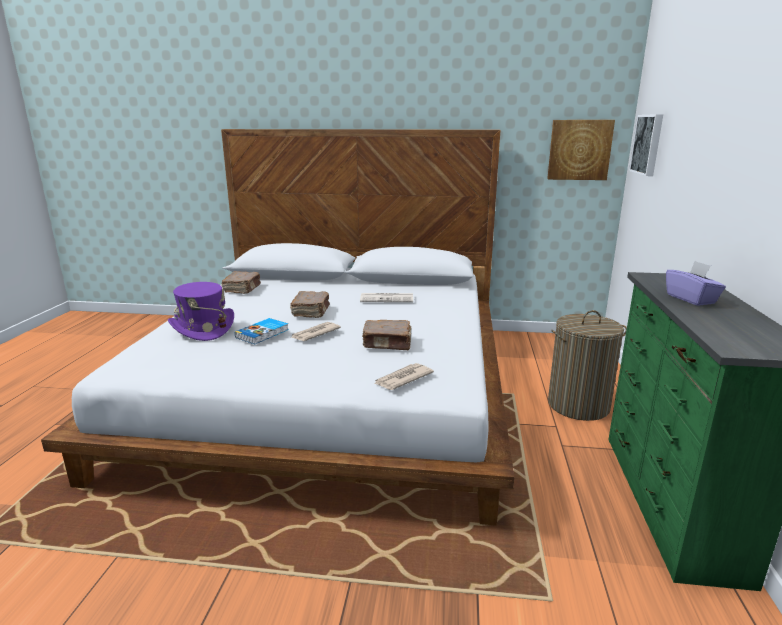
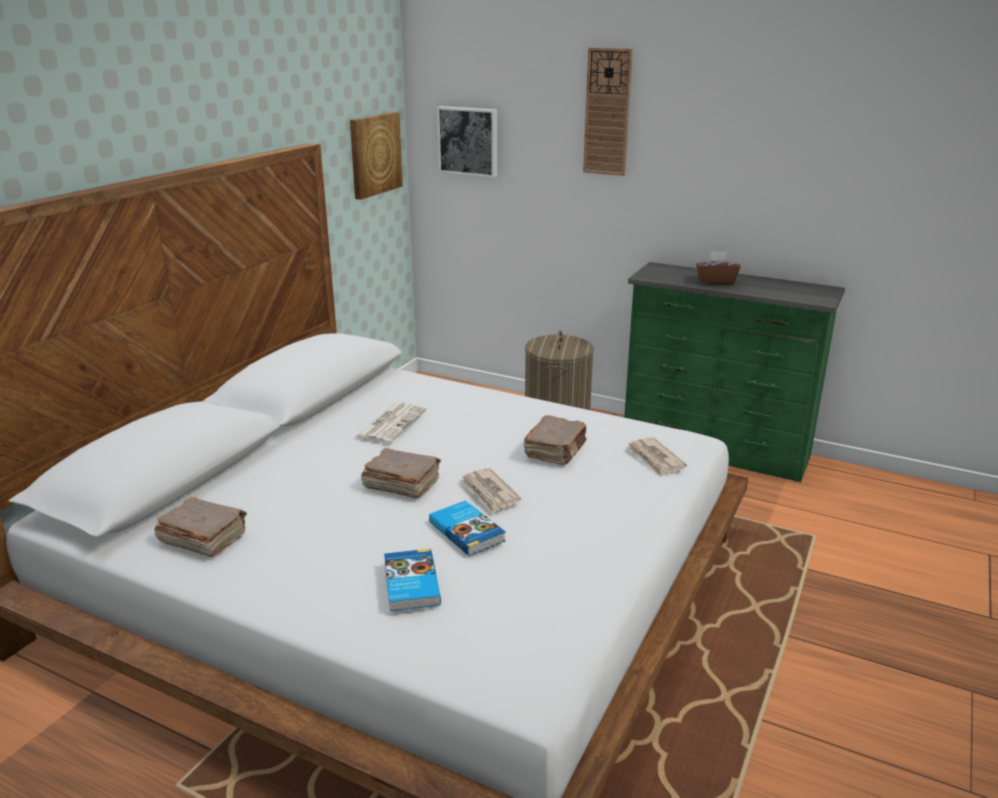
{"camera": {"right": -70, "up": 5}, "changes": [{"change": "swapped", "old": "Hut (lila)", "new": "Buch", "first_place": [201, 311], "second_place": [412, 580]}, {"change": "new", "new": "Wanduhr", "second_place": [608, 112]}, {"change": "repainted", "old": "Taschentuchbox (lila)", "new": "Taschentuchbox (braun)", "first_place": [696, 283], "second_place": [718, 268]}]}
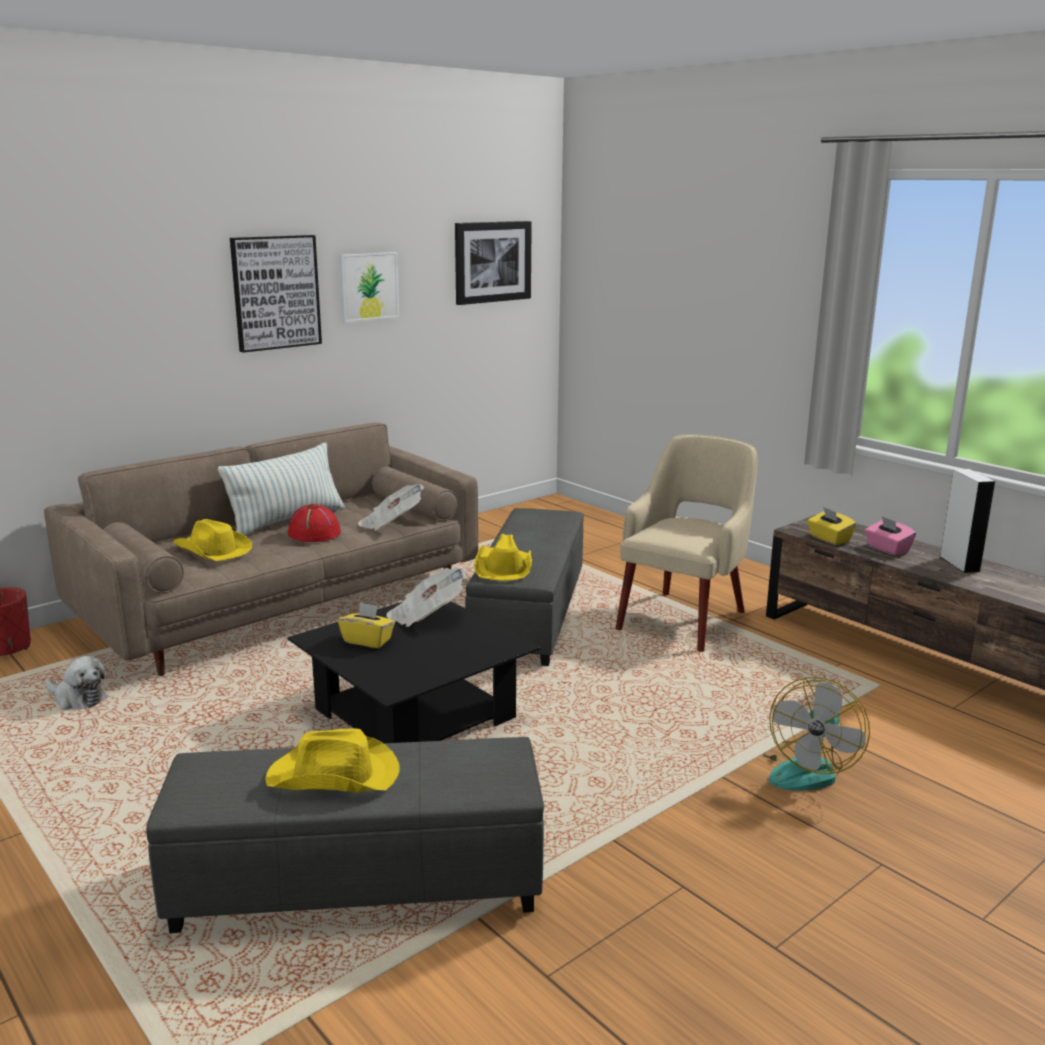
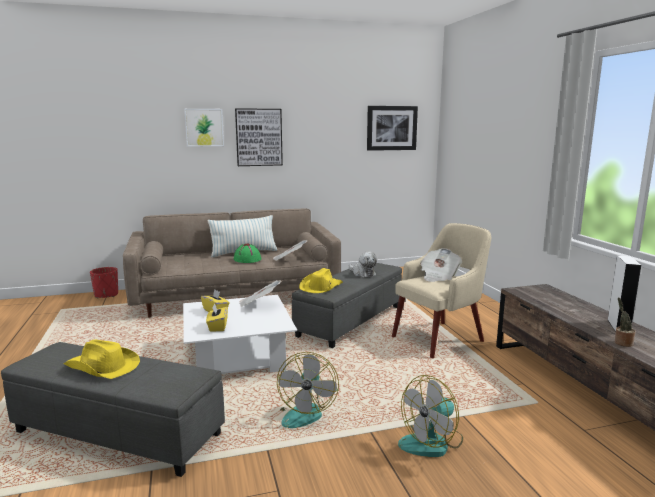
{"camera": {"right": 25, "up": -5}, "changes": [{"change": "repainted", "old": "Couchtisch (schwarz)", "new": "Couchtisch (weiß)", "first_place": [413, 672], "second_place": [240, 334]}, {"change": "shifted", "old": "Bild", "first_place": [369, 287], "second_place": [204, 128]}, {"change": "shifted", "old": "Taschentuchbox (gelb)", "first_place": [831, 526], "second_place": [217, 318]}, {"change": "repainted", "old": "Hut (rot)", "new": "Hut (grün)", "first_place": [314, 523], "second_place": [248, 253]}, {"change": "new", "new": "Ventilator", "second_place": [308, 390]}, {"change": "shifted", "old": "Plüschtier", "first_place": [76, 683], "second_place": [363, 264]}, {"change": "new", "new": "Zeitung", "second_place": [441, 265]}, {"change": "new", "new": "Topfpflanze", "second_place": [625, 322]}, {"change": "gone", "old": "Hut (gelb)", "first_place": [212, 540]}, {"change": "gone", "old": "Taschentuchbox (rosa)", "first_place": [890, 536]}]}
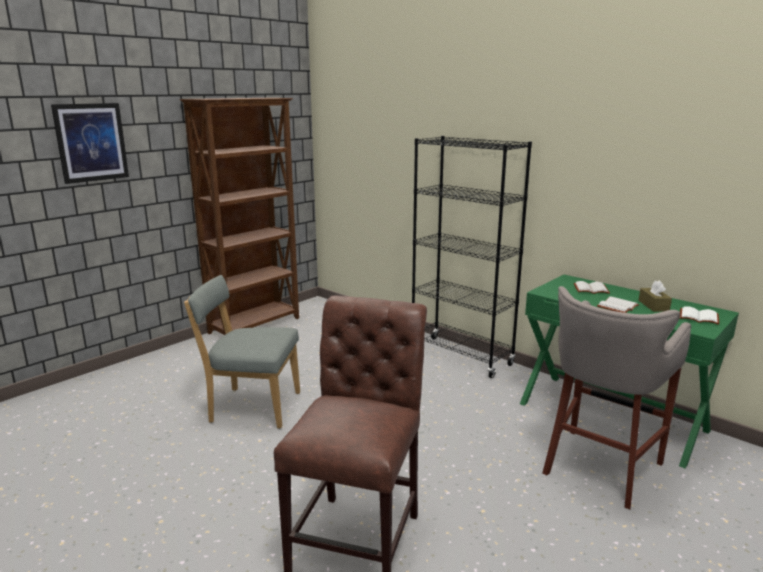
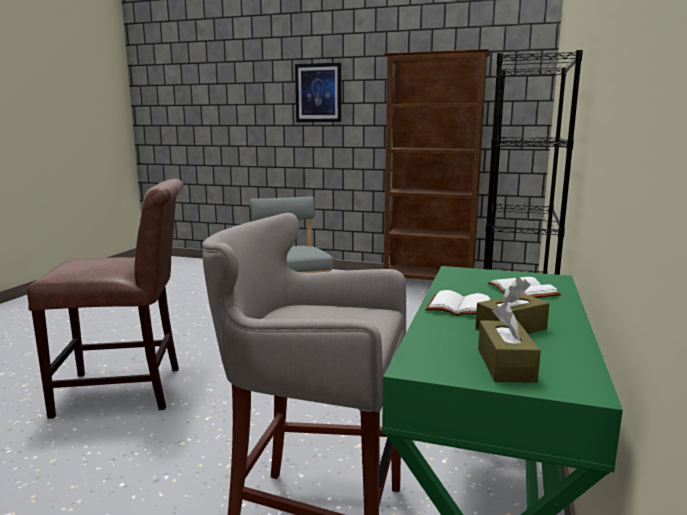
{"camera": {"right": 65, "up": -5}, "changes": [{"change": "swapped", "old": "Buch (weiß)", "new": "Taschentuchbox (braun)", "first_place": [699, 315], "second_place": [509, 343]}]}
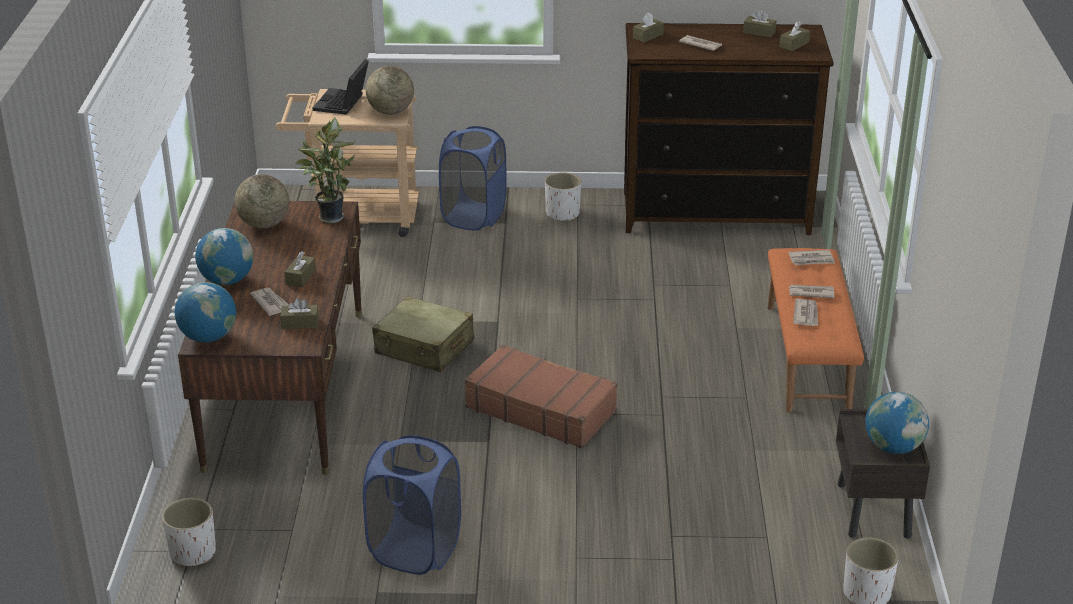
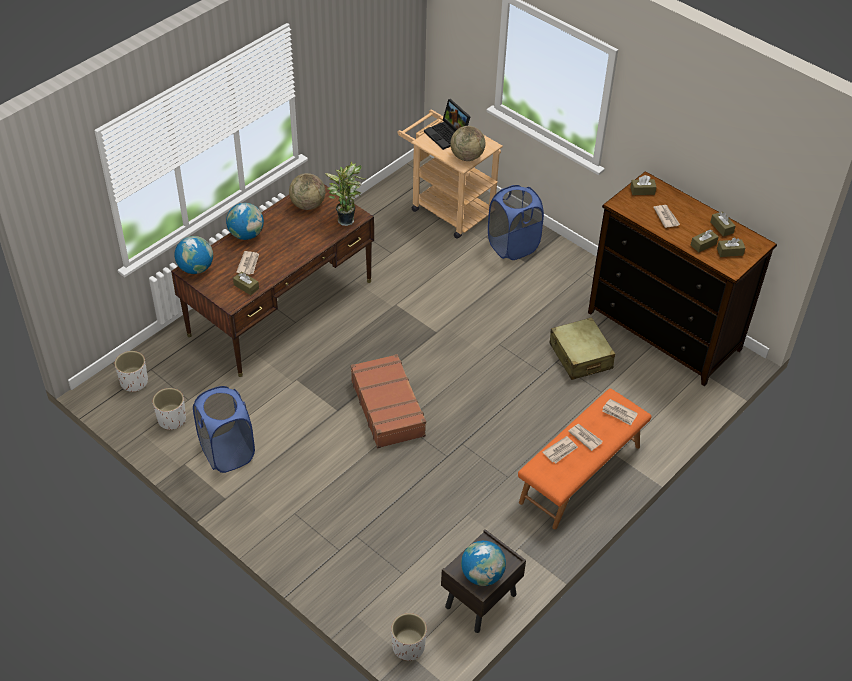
{"camera": {"right": 40, "up": 15}, "changes": [{"change": "shifted", "old": "Pflanzkübel (weiß)", "first_place": [563, 196], "second_place": [169, 409]}, {"change": "rotated", "old": "Laptop", "first_place": [341, 87], "second_place": [447, 124], "degrees": -90}, {"change": "shifted", "old": "Koffer (beige)", "first_place": [423, 334], "second_place": [582, 348]}, {"change": "shifted", "old": "Taschentuchbox (braun)", "first_place": [300, 269], "second_place": [704, 241]}]}
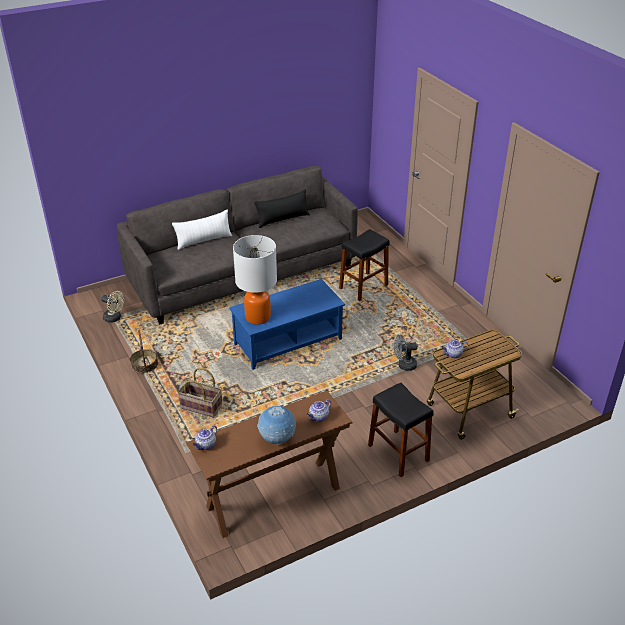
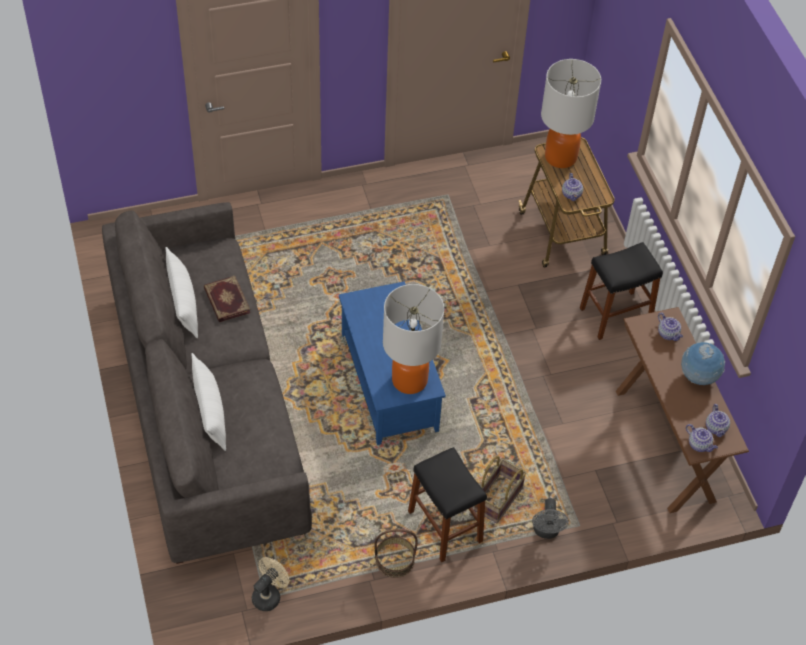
{"camera": {"right": -80, "up": 15}, "changes": [{"change": "repainted", "old": "Kissen (schwarz)", "new": "Kissen (weiß)", "first_place": [281, 208], "second_place": [182, 292]}, {"change": "new", "new": "Buch", "second_place": [227, 299]}, {"change": "shifted", "old": "Hocker (schwarz)", "first_place": [364, 265], "second_place": [447, 505]}, {"change": "shifted", "old": "Ventilator (grau)", "first_place": [406, 353], "second_place": [550, 518]}, {"change": "new", "new": "Tischlampe", "second_place": [571, 113]}, {"change": "new", "new": "Teekanne", "second_place": [718, 420]}]}
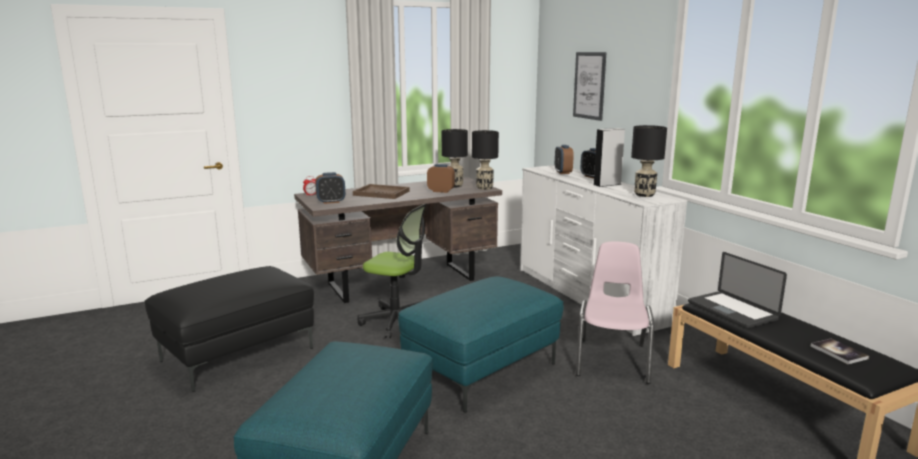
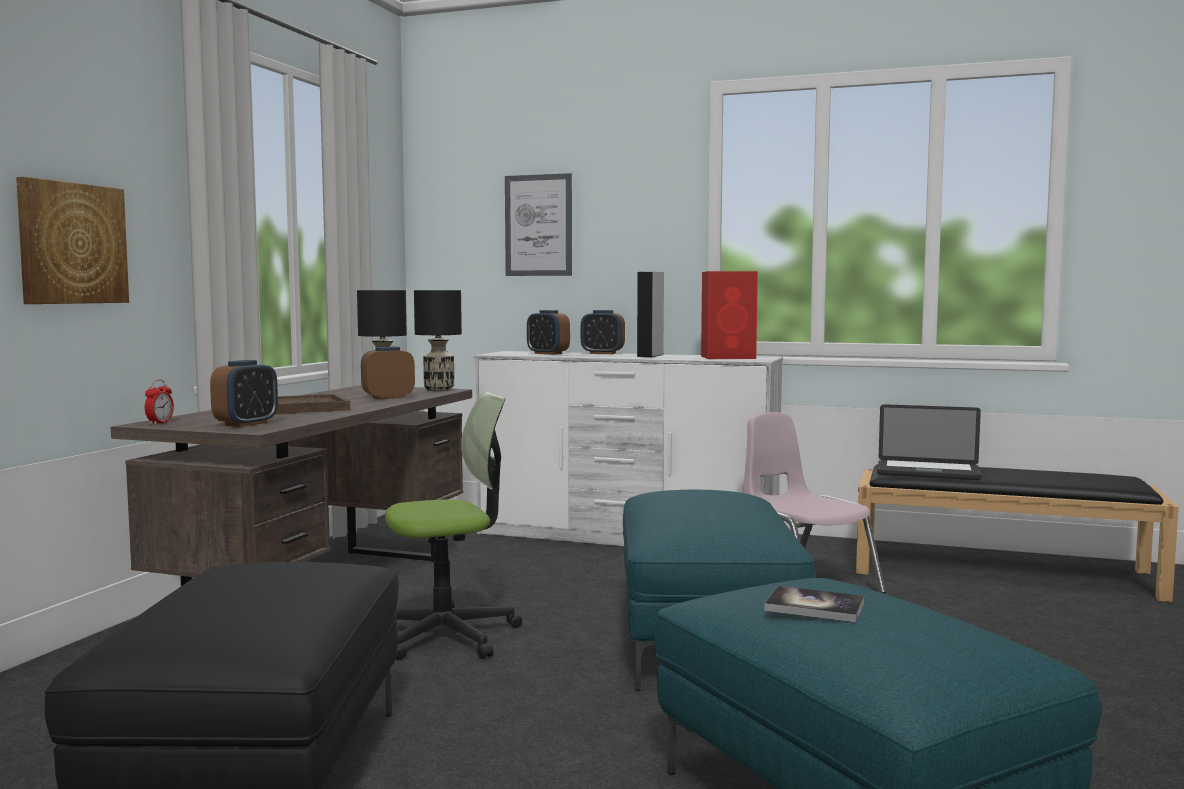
{"camera": {"right": -45, "up": -10}, "changes": [{"change": "new", "new": "Bild", "second_place": [72, 240]}, {"change": "swapped", "old": "Tischlampe (schwarz)", "new": "Lautsprecher (rot)", "first_place": [649, 161], "second_place": [729, 315]}, {"change": "shifted", "old": "Buch", "first_place": [840, 351], "second_place": [814, 604]}]}
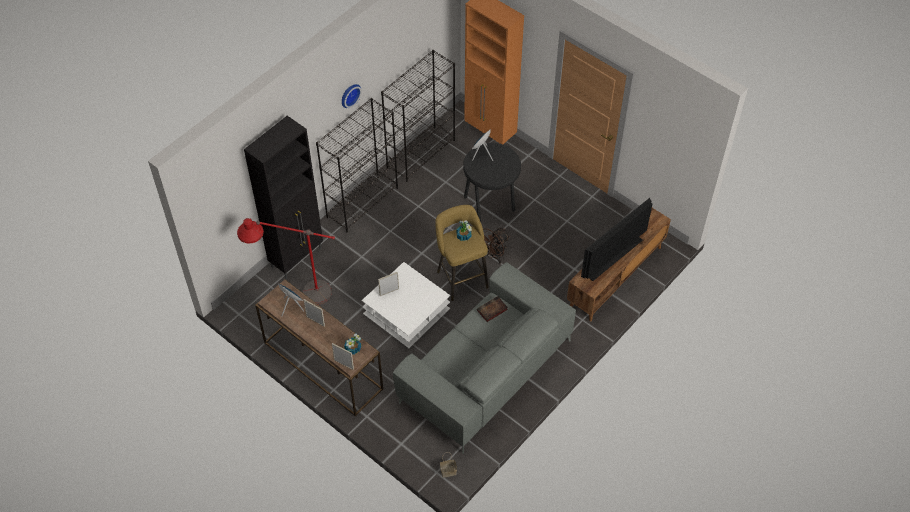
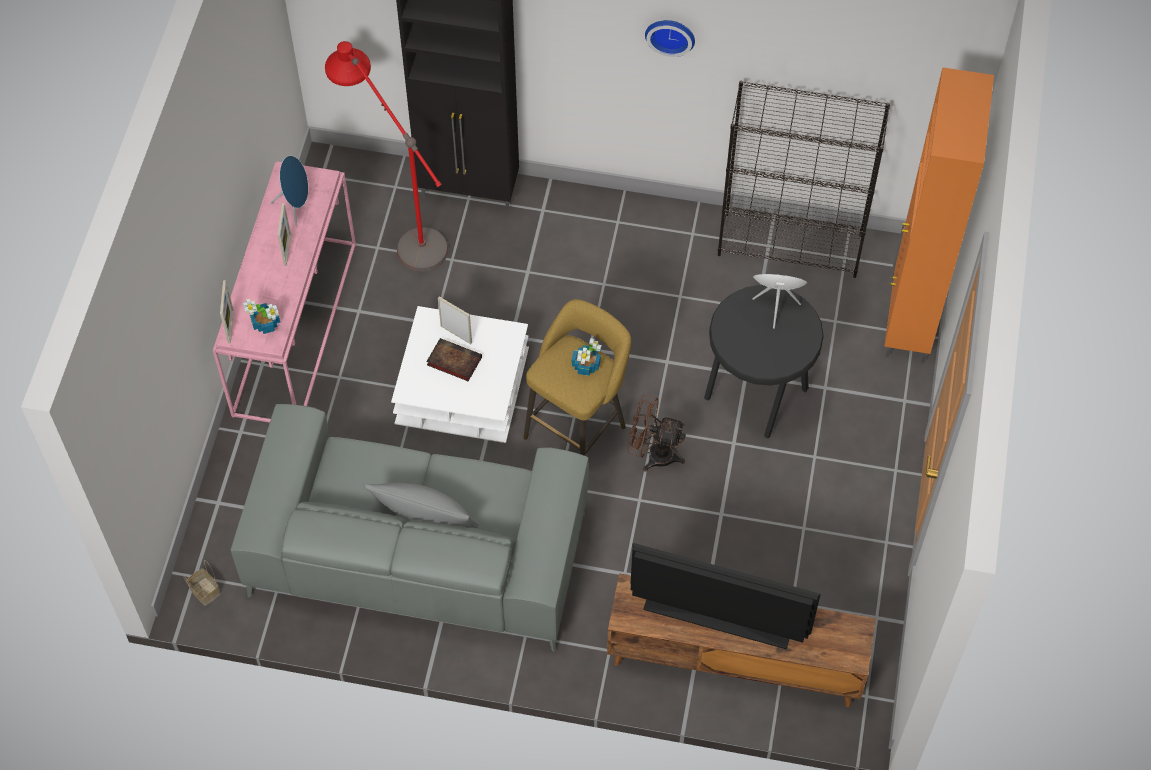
{"camera": {"right": 60, "up": 5}, "changes": [{"change": "repainted", "old": "Konsolentisch (braun)", "new": "Konsolentisch (rosa)", "first_place": [319, 348], "second_place": [284, 292]}, {"change": "new", "new": "Kissen (grau)", "second_place": [421, 505]}, {"change": "shifted", "old": "Buch", "first_place": [492, 309], "second_place": [454, 359]}, {"change": "gone", "old": "Bücherregal (schwarz)", "first_place": [357, 165]}]}
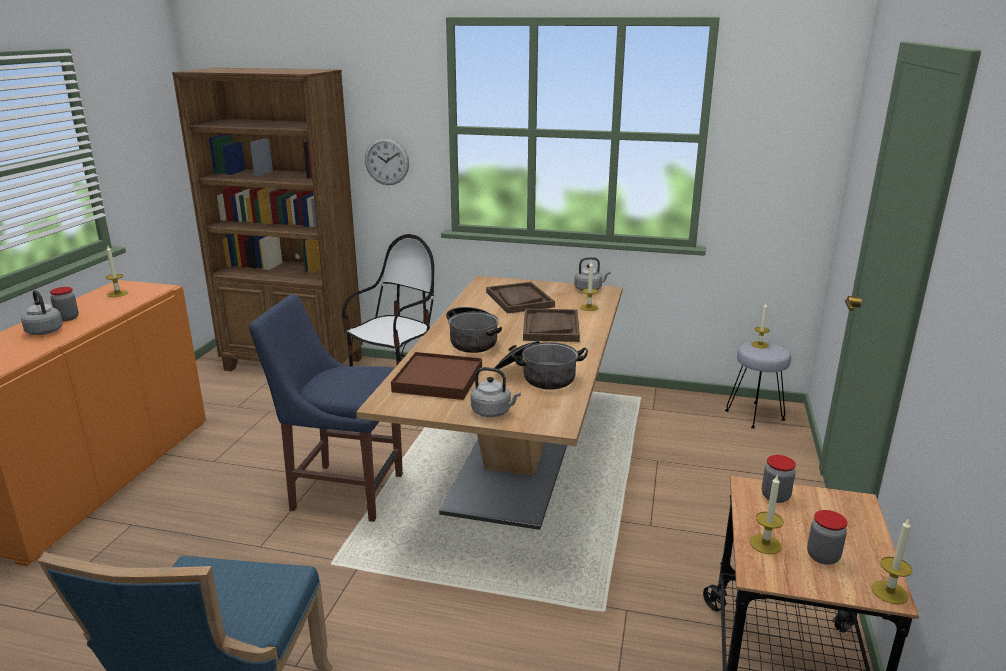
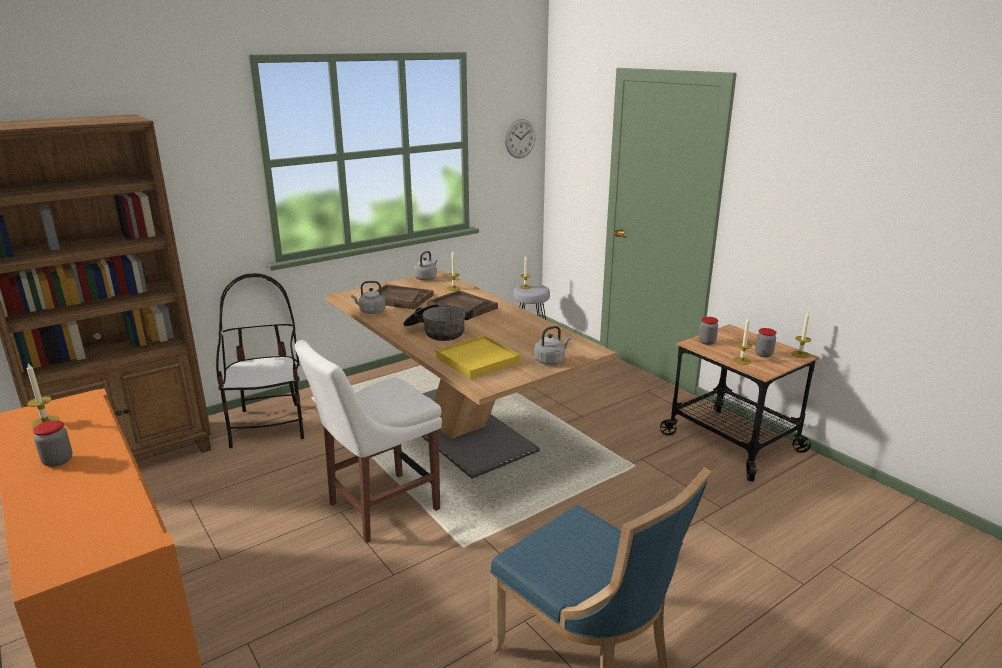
{"camera": {"right": -50, "up": 0}, "changes": [{"change": "repainted", "old": "Stuhl (blau)", "new": "Stuhl (weiß)", "first_place": [326, 408], "second_place": [368, 441]}, {"change": "shifted", "old": "Wasserkessel (grau)", "first_place": [42, 312], "second_place": [368, 297]}, {"change": "repainted", "old": "Tablett (braun)", "new": "Tablett (gelb)", "first_place": [436, 376], "second_place": [478, 358]}, {"change": "shifted", "old": "Wanduhr", "first_place": [387, 161], "second_place": [520, 138]}, {"change": "gone", "old": "Kochtopf", "first_place": [541, 365]}]}
